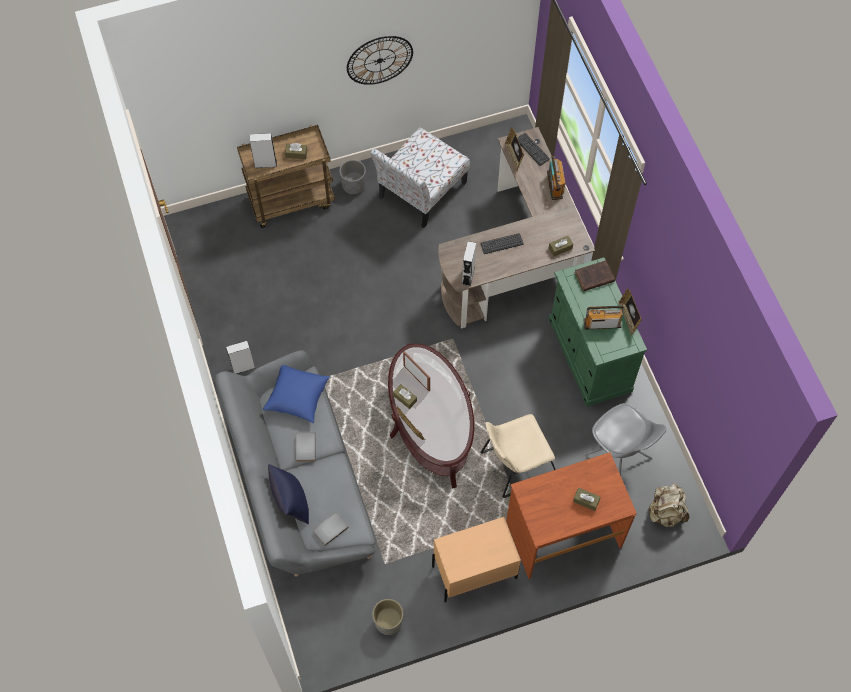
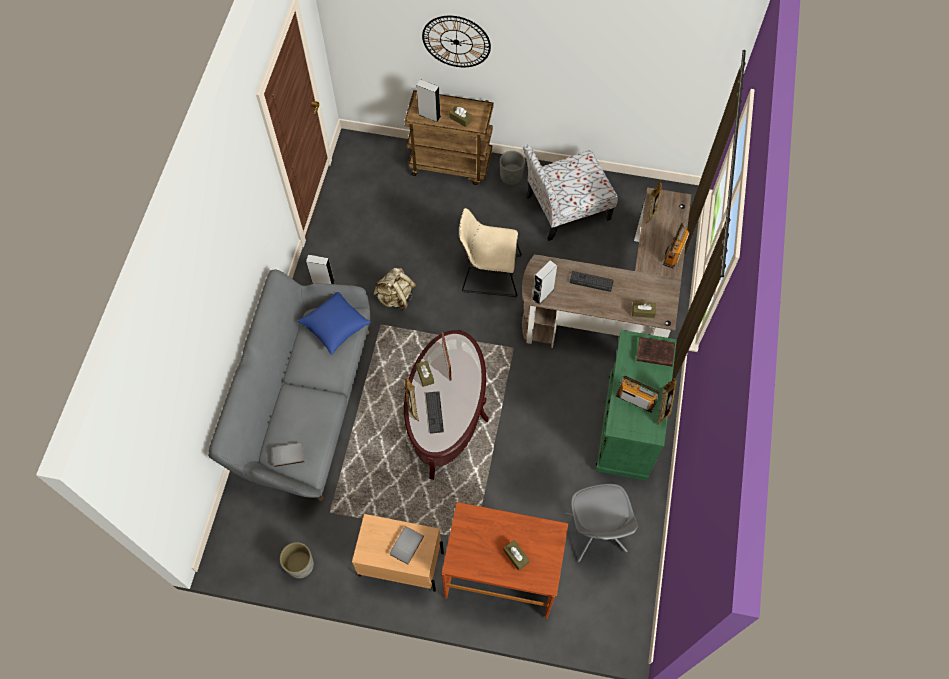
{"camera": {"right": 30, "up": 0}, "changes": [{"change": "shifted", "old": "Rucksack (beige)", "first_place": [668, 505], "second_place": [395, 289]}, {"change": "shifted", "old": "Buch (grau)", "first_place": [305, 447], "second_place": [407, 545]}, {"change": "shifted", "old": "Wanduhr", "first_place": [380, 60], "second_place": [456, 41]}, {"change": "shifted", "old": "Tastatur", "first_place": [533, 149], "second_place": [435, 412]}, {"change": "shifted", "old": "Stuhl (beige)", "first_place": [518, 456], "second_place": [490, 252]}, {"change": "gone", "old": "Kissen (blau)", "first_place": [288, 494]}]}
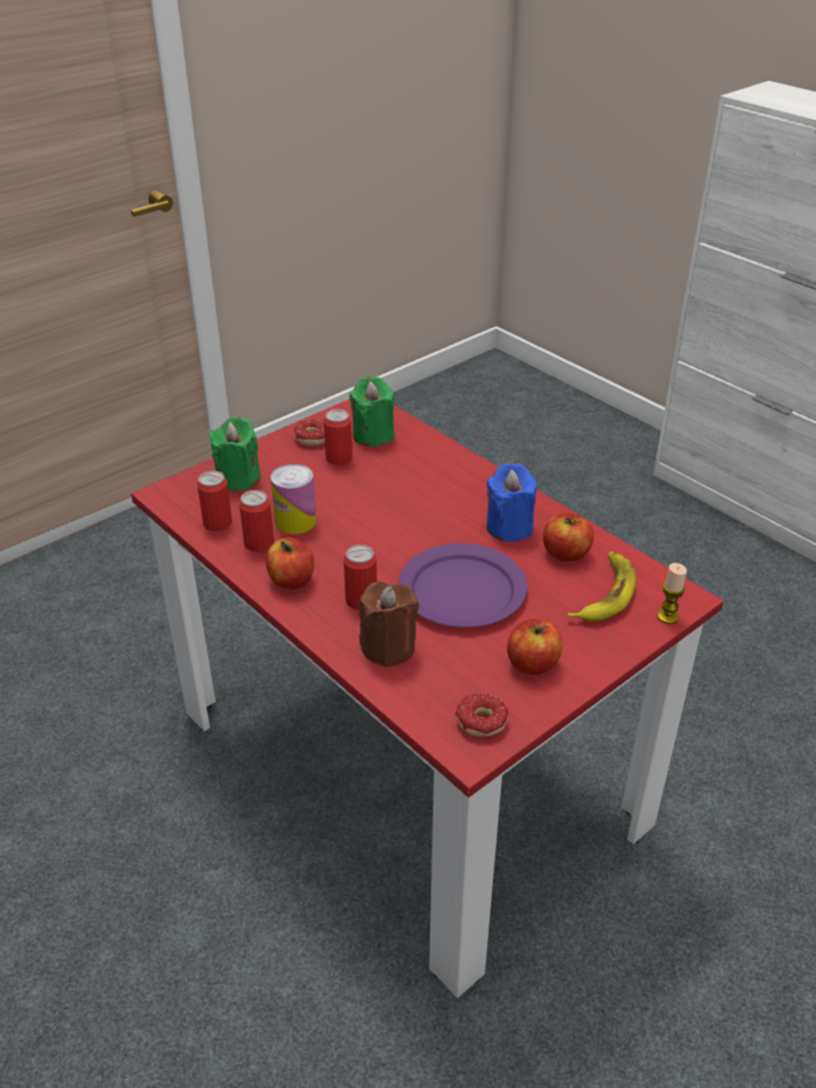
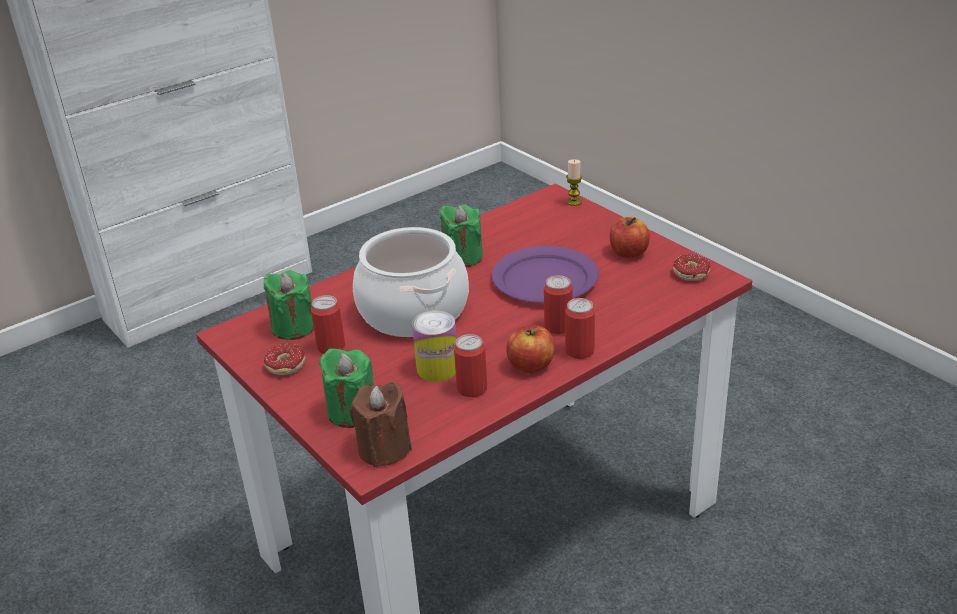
{"camera": {"right": -85, "up": -5}, "changes": [{"change": "shifted", "old": "Kerze (braun)", "first_place": [389, 624], "second_place": [381, 424]}, {"change": "new", "new": "Kochtopf", "second_place": [411, 282]}, {"change": "repainted", "old": "Kerze (blau)", "new": "Kerze (grün)", "first_place": [511, 502], "second_place": [461, 235]}, {"change": "shifted", "old": "Dose", "first_place": [214, 501], "second_place": [580, 328]}, {"change": "gone", "old": "Apfel", "first_place": [568, 537]}, {"change": "gone", "old": "Banane", "first_place": [602, 587]}]}
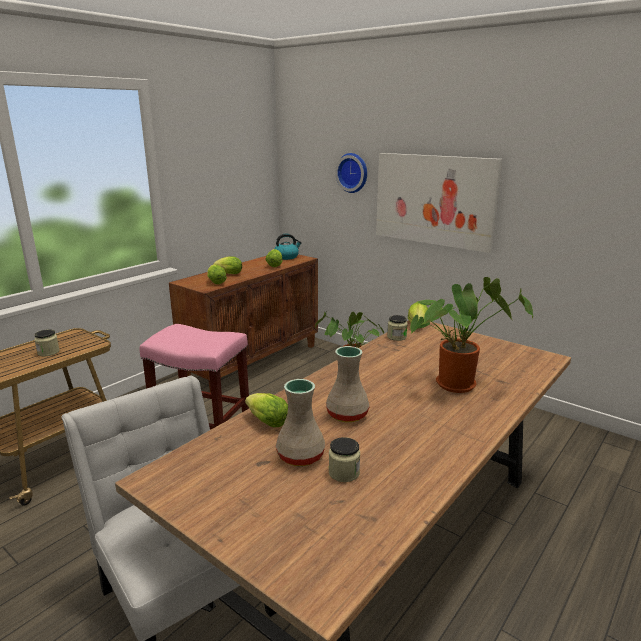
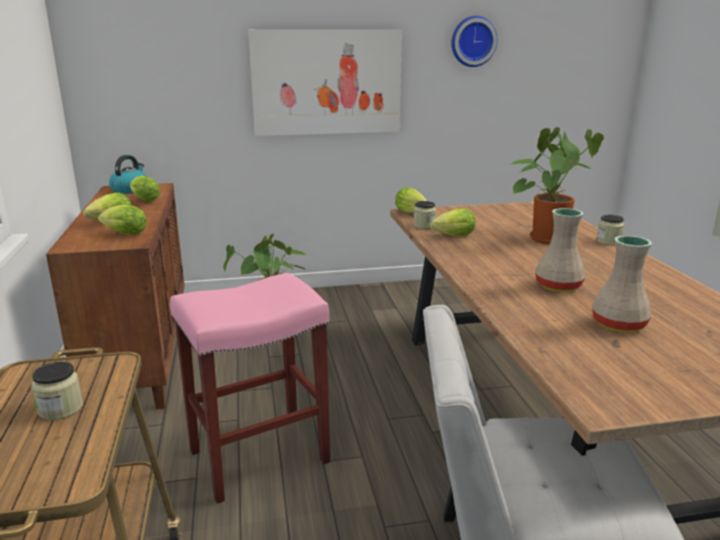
{"camera": {"right": -50, "up": 0}, "changes": [{"change": "shifted", "old": "Salatkopf", "first_place": [266, 410], "second_place": [453, 222]}, {"change": "shifted", "old": "Wanduhr", "first_place": [351, 173], "second_place": [474, 41]}, {"change": "shifted", "old": "Vorratsglas", "first_place": [344, 459], "second_place": [610, 230]}]}
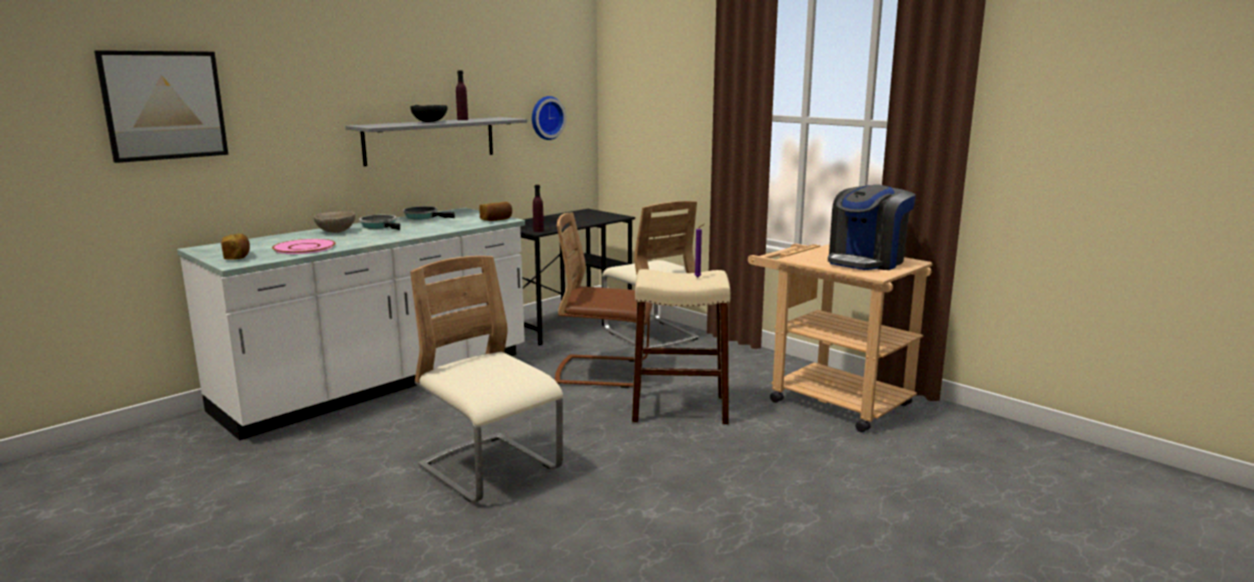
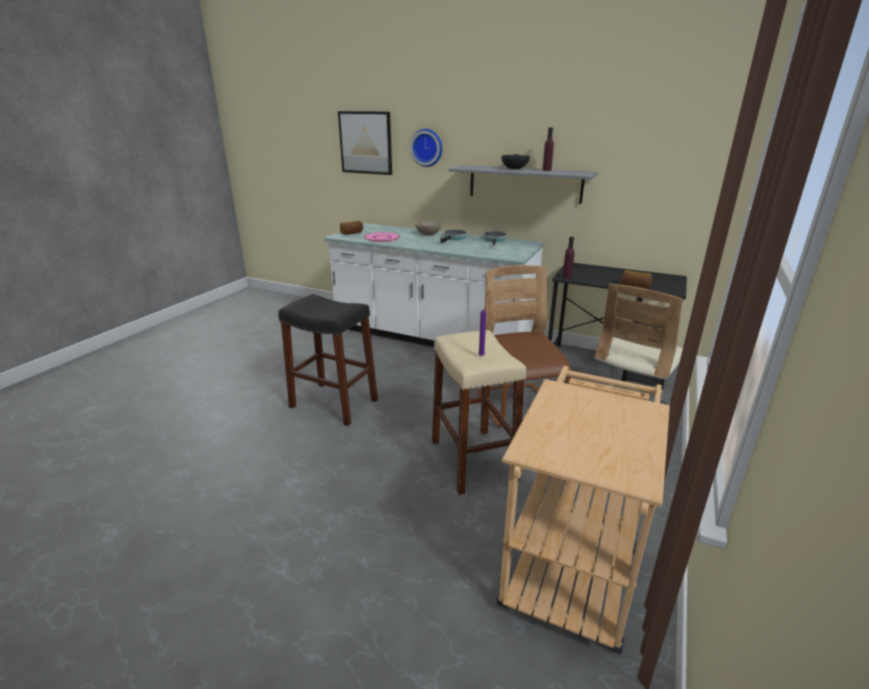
{"camera": {"right": 70, "up": 10}, "changes": [{"change": "swapped", "old": "Stuhl (beige)", "new": "Hocker (schwarz)", "first_place": [486, 379], "second_place": [328, 360]}, {"change": "shifted", "old": "Wanduhr", "first_place": [549, 118], "second_place": [426, 148]}, {"change": "shifted", "old": "Brot", "first_place": [495, 211], "second_place": [637, 279]}, {"change": "gone", "old": "Kaffeemaschine", "first_place": [872, 227]}]}
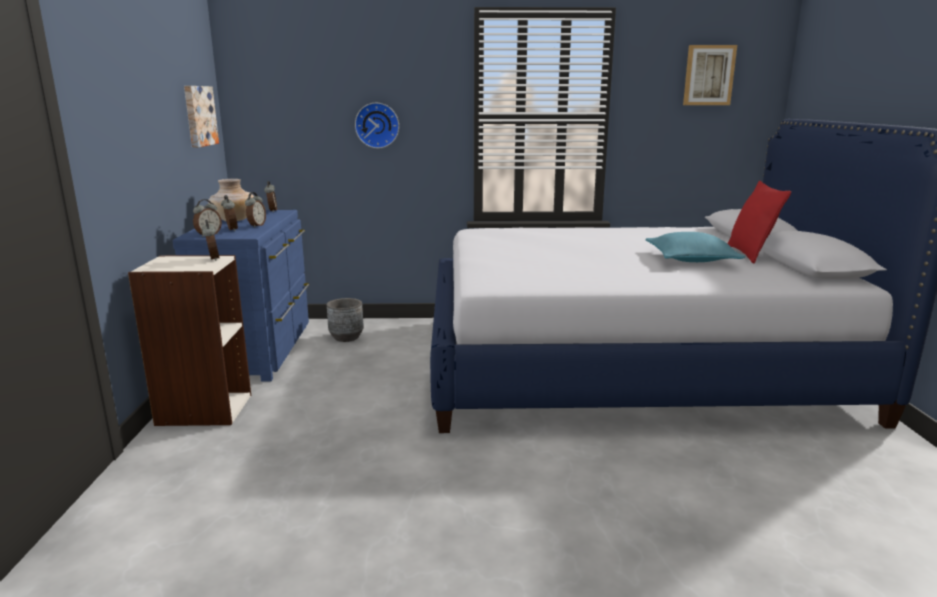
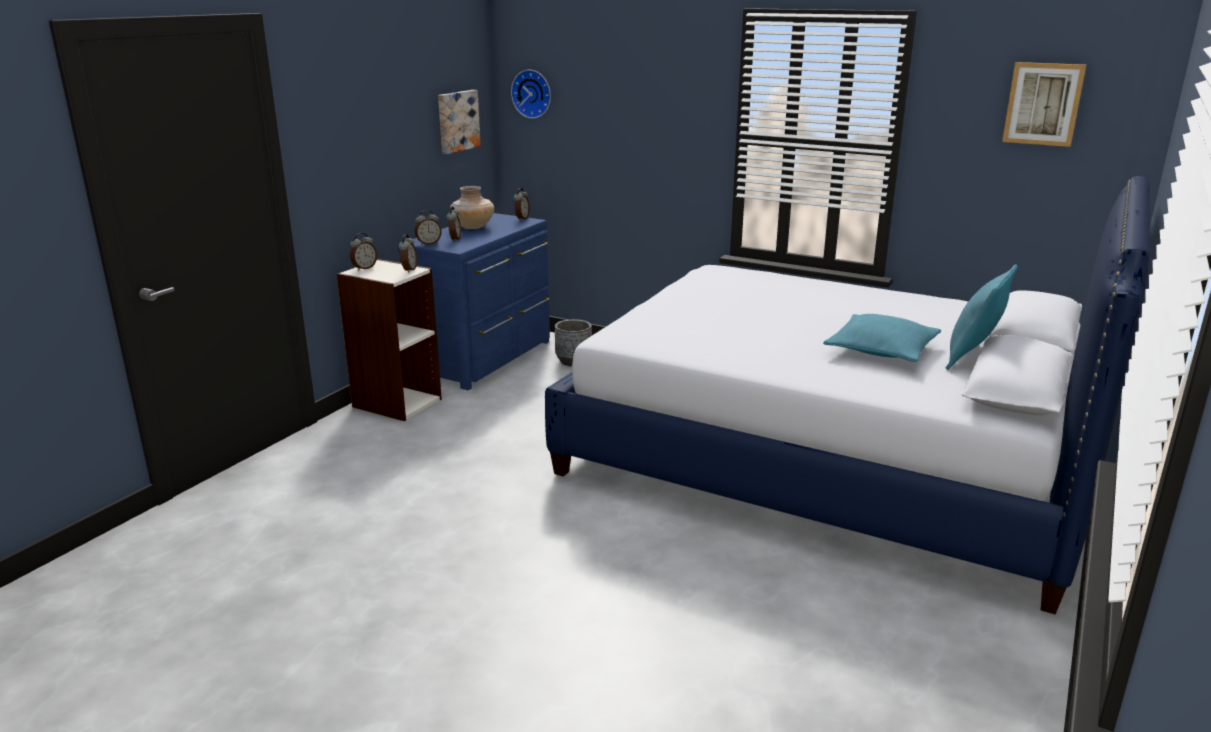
{"camera": {"right": 30, "up": 5}, "changes": [{"change": "shifted", "old": "Wecker", "first_place": [255, 210], "second_place": [363, 252]}, {"change": "shifted", "old": "Wanduhr", "first_place": [377, 125], "second_place": [531, 94]}, {"change": "repainted", "old": "Kissen (rot)", "new": "Kissen (türkis)", "first_place": [759, 222], "second_place": [982, 317]}]}
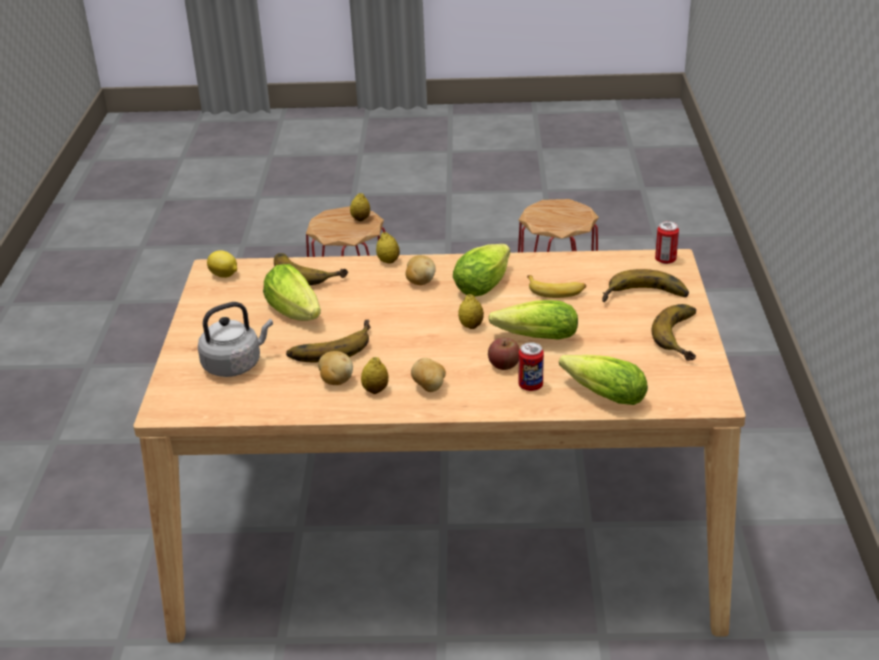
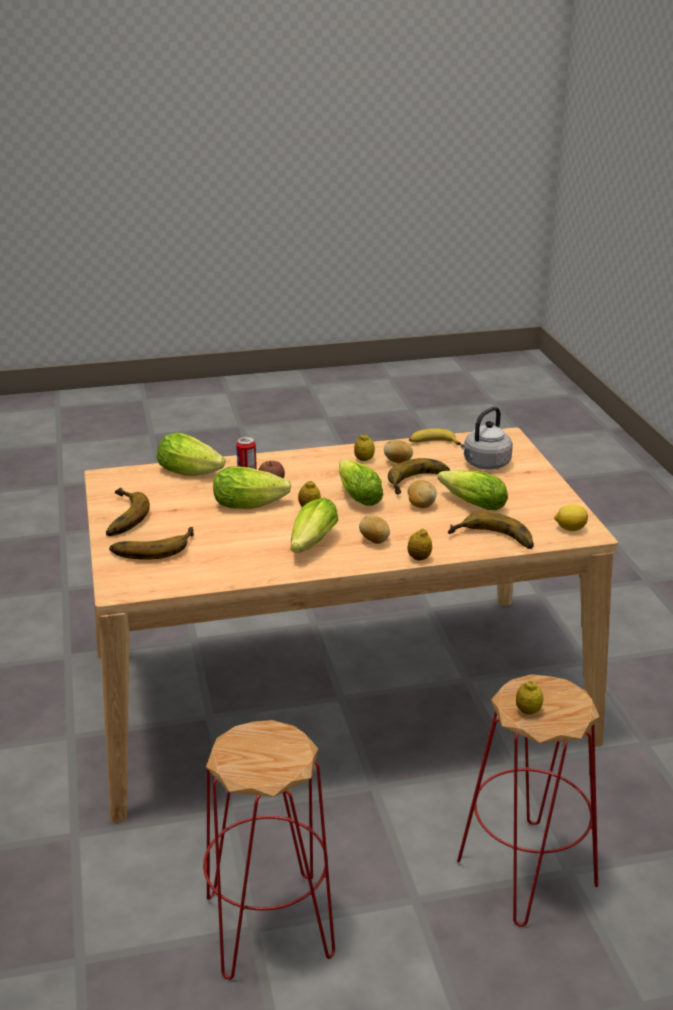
{"camera": {"right": 165, "up": -5}, "changes": [{"change": "new", "new": "Salatkopf", "second_place": [361, 482]}, {"change": "shifted", "old": "Kartoffel", "first_place": [428, 375], "second_place": [422, 494]}, {"change": "shifted", "old": "Banane", "first_place": [556, 286], "second_place": [435, 437]}, {"change": "gone", "old": "Dose", "first_place": [667, 242]}]}
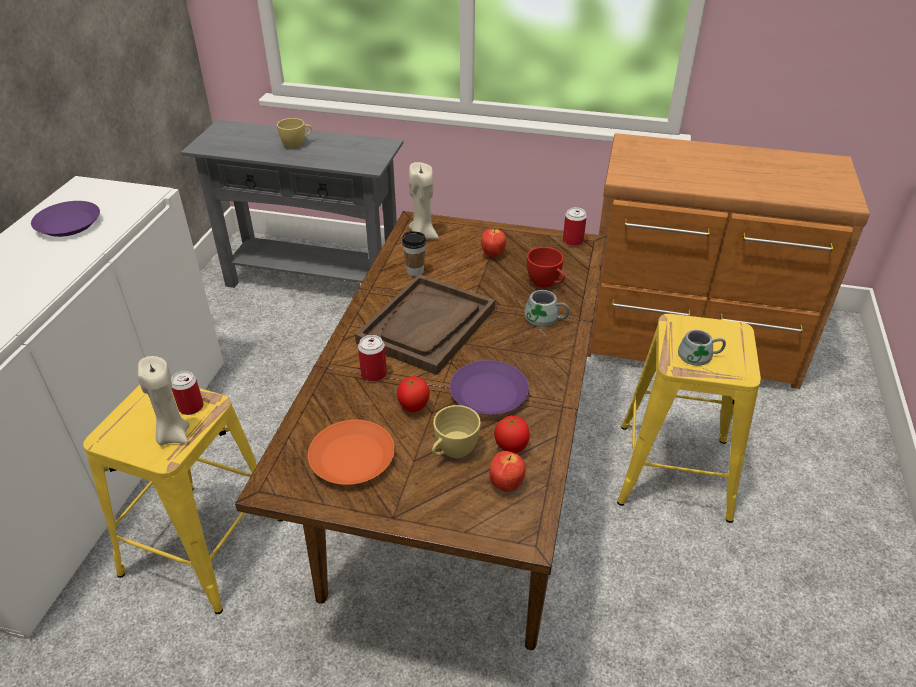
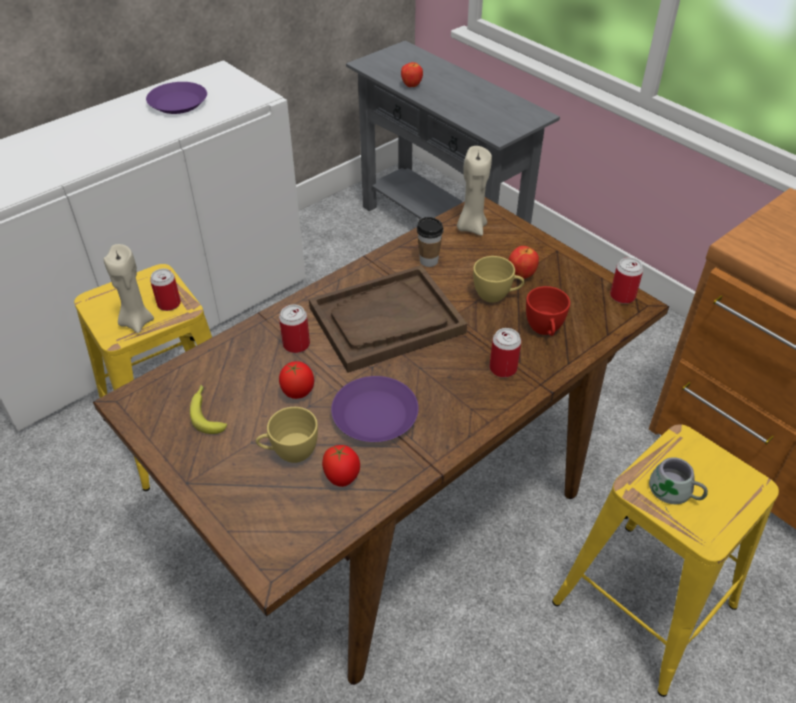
{"camera": {"right": 35, "up": 5}, "changes": [{"change": "swapped", "old": "Teller (orange)", "new": "Banane", "first_place": [351, 452], "second_place": [208, 409]}, {"change": "shifted", "old": "Apfel", "first_place": [507, 471], "second_place": [412, 74]}, {"change": "shifted", "old": "Tasse (gelb)", "first_place": [294, 133], "second_place": [499, 279]}, {"change": "swapped", "old": "Henkelbecher (grau)", "new": "Dose", "first_place": [547, 312], "second_place": [505, 353]}]}
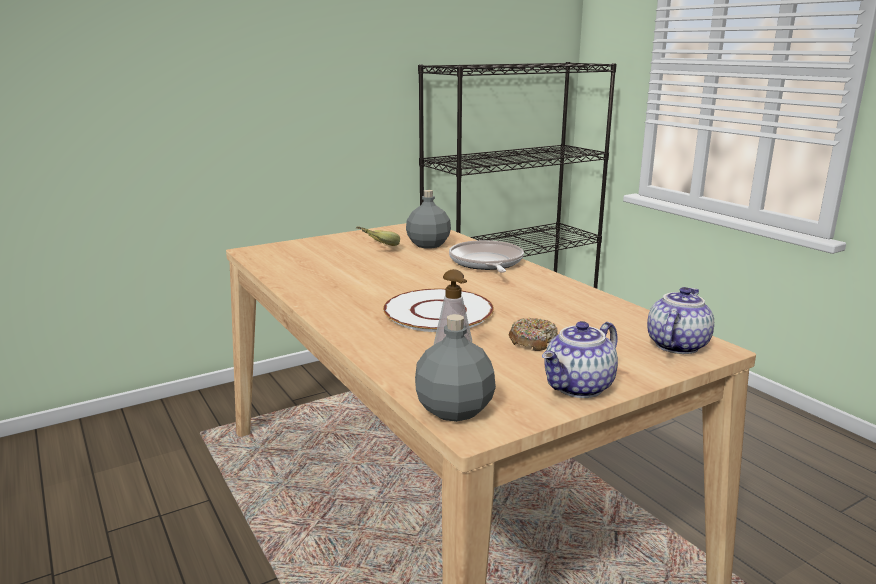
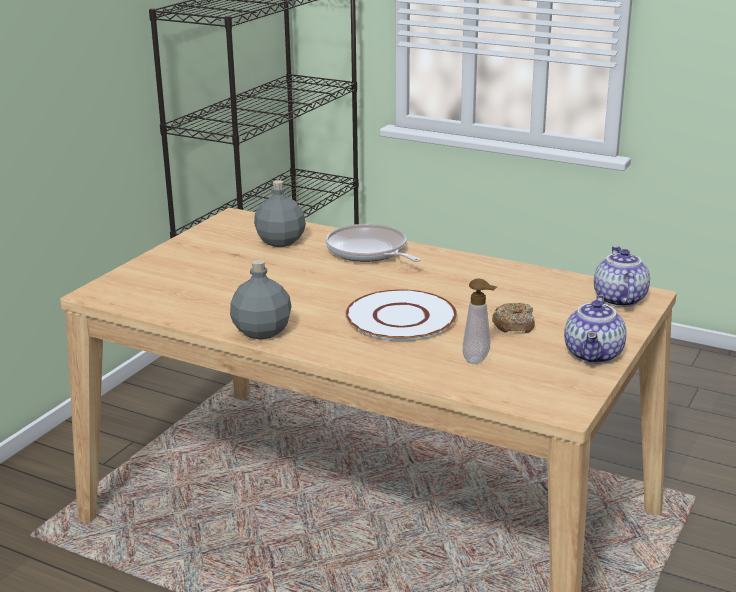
{"camera": {"right": -30, "up": 5}, "changes": [{"change": "shifted", "old": "Flasche (grau)", "first_place": [455, 368], "second_place": [260, 299]}, {"change": "gone", "old": "Banane", "first_place": [378, 236]}]}
